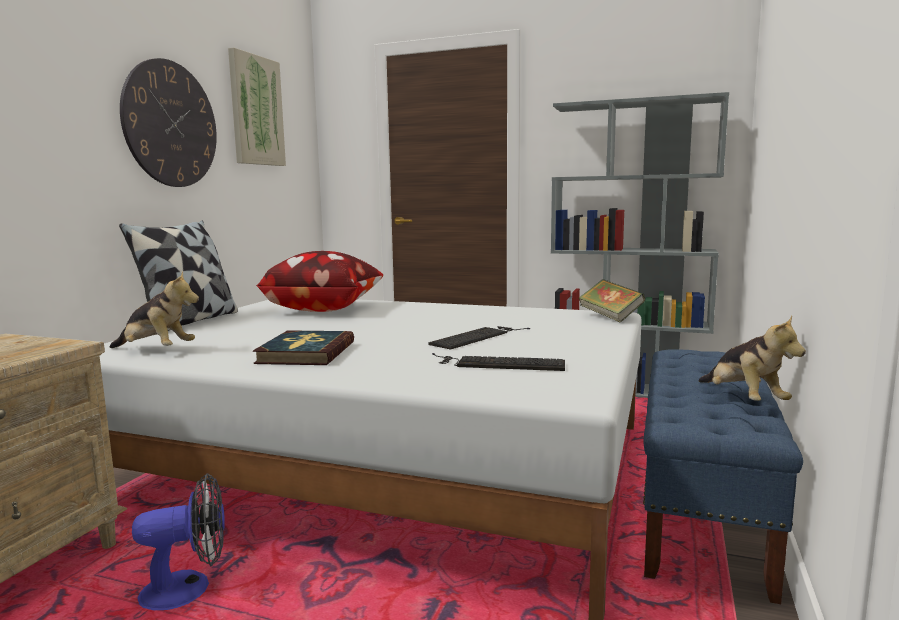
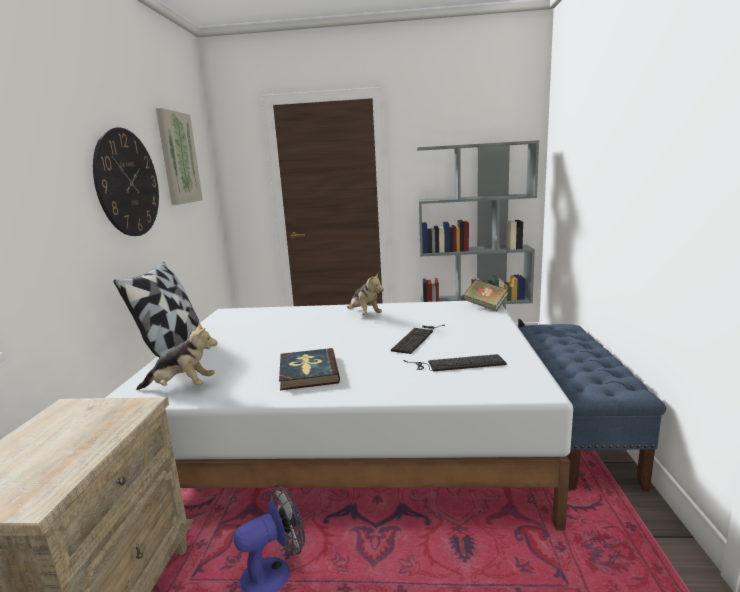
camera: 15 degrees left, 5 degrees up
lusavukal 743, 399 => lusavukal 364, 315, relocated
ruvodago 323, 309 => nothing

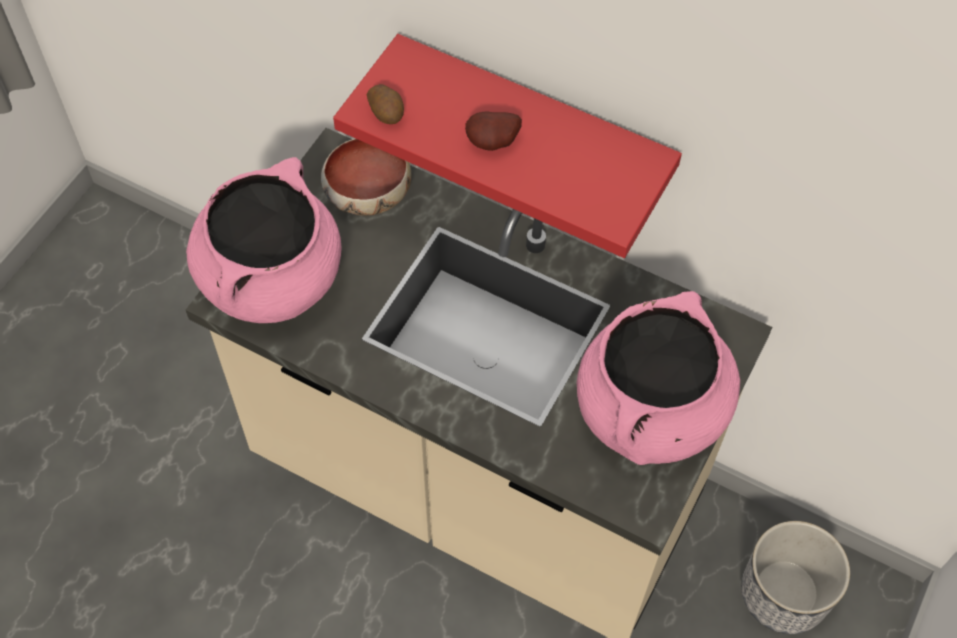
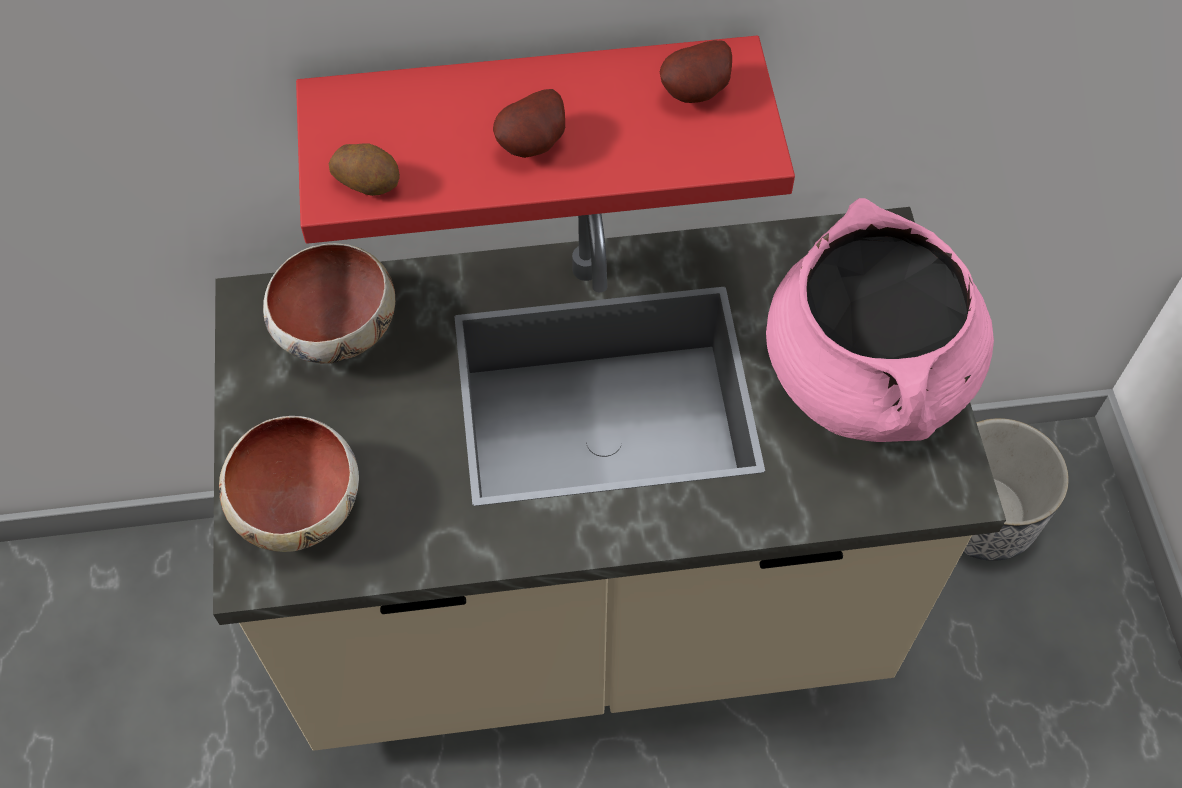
camera: 35 degrees left, 0 degrees up
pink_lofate 271, 277 => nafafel 296, 502
nothing => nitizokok 698, 93

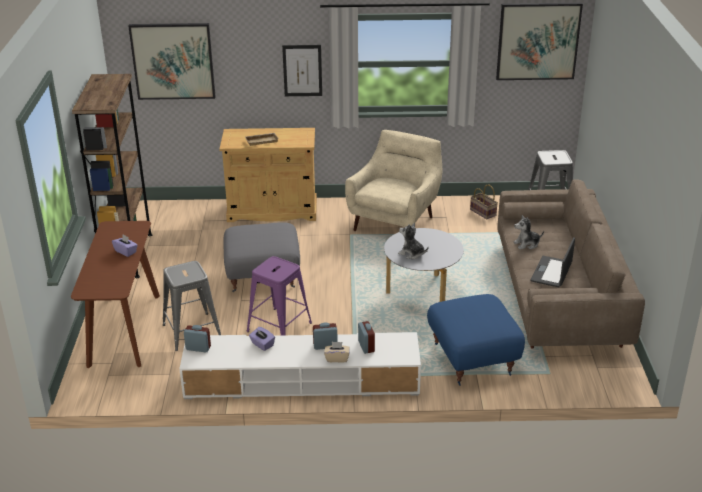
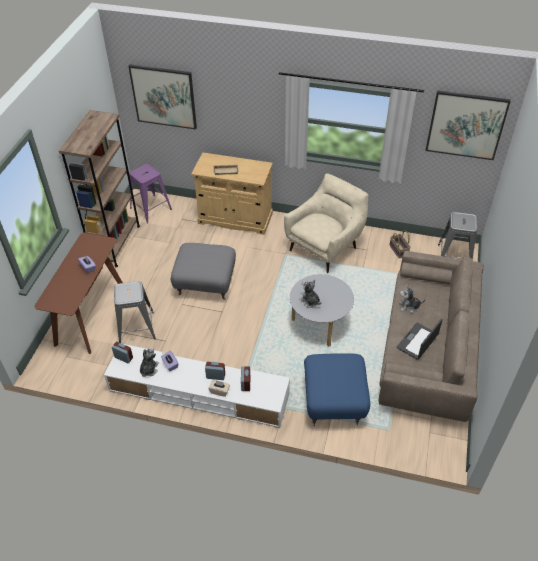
camera: 15 degrees right, 15 degrees up
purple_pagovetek 279, 327 => purple_pagovetek 151, 209, relocated
nothing => lusavukal 149, 369
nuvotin 302, 70 => nothing

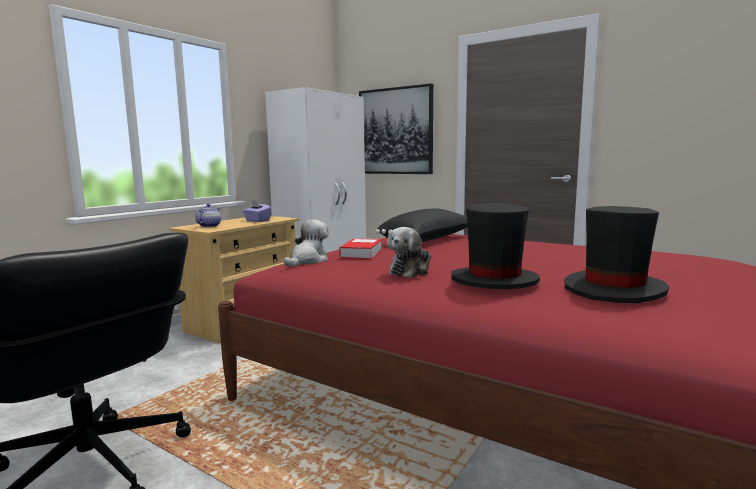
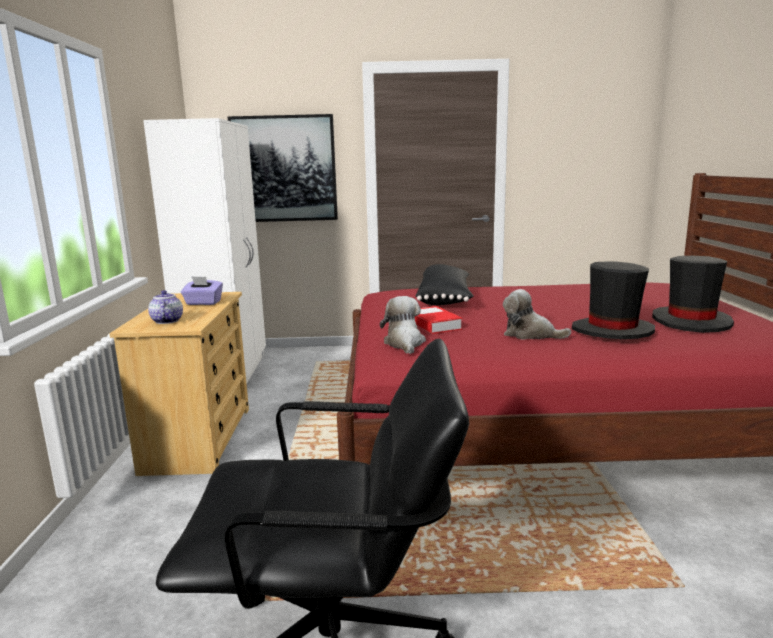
camera: 35 degrees left, 5 degrees up
lusavukal 411, 271 => lusavukal 530, 334, 120 degrees clockwise

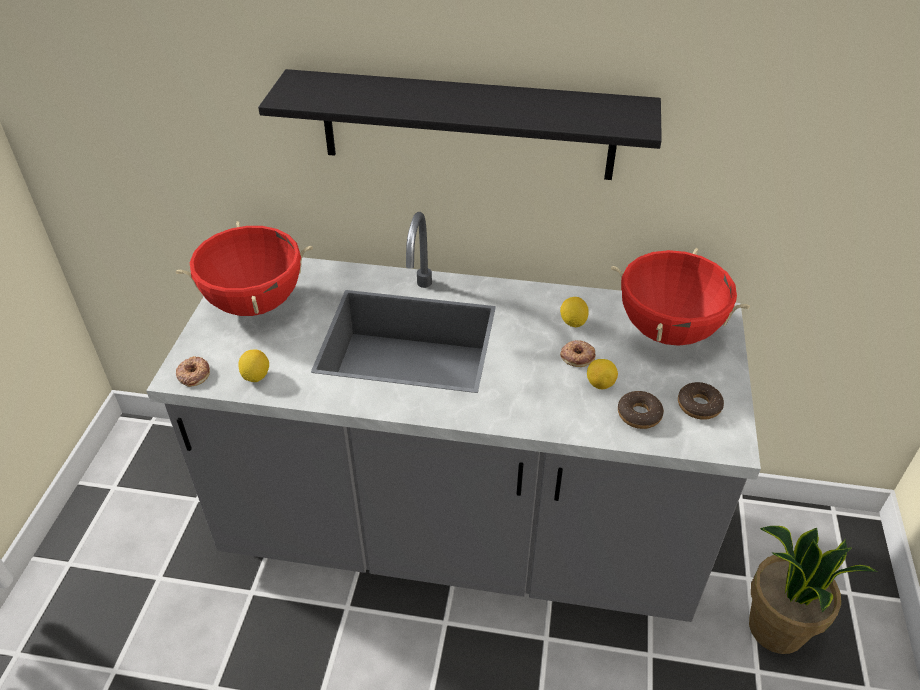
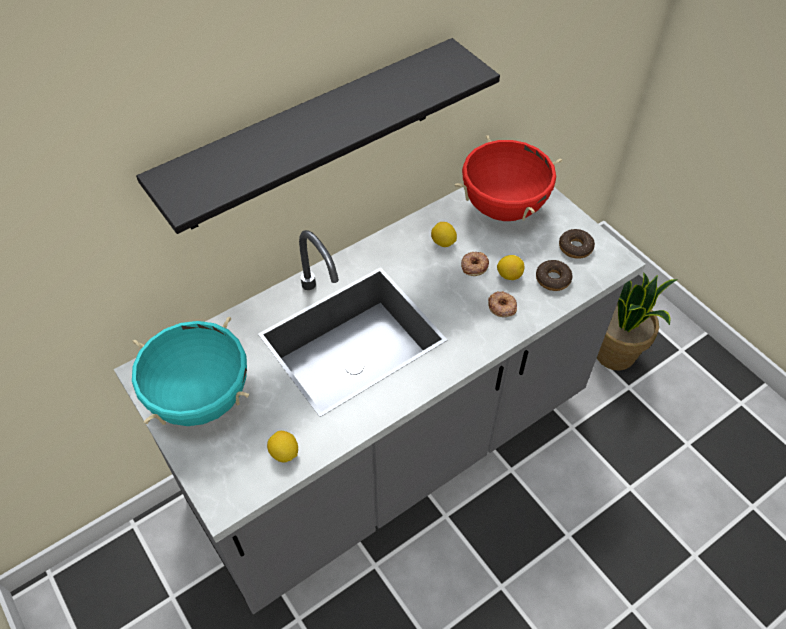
camera: 45 degrees left, 10 degrees up
red_lofate 255, 303 => turquoise_lofate 201, 398
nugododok 193, 374 => nugododok 502, 307, relocated

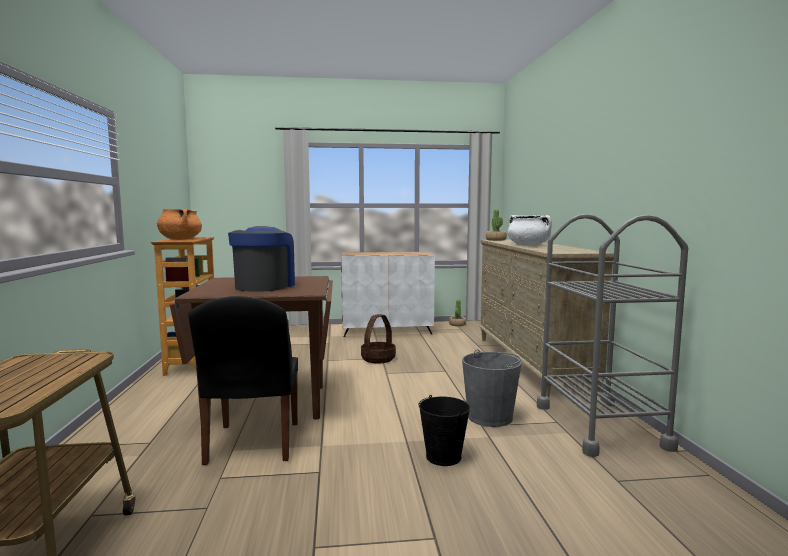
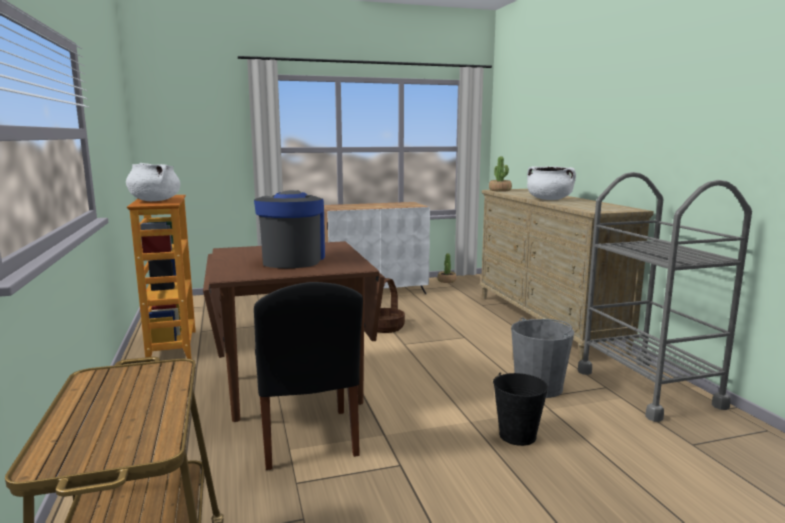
camera: 10 degrees left, 5 degrees up
orange_lofate 180, 239 => white_lofate 155, 201

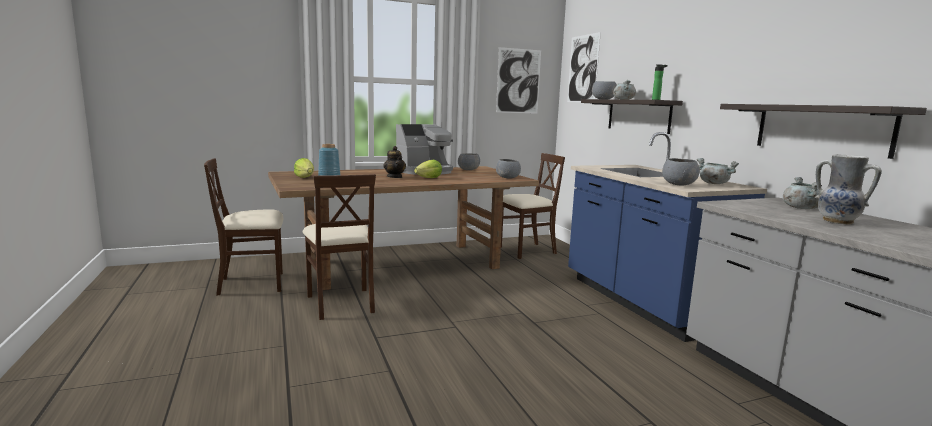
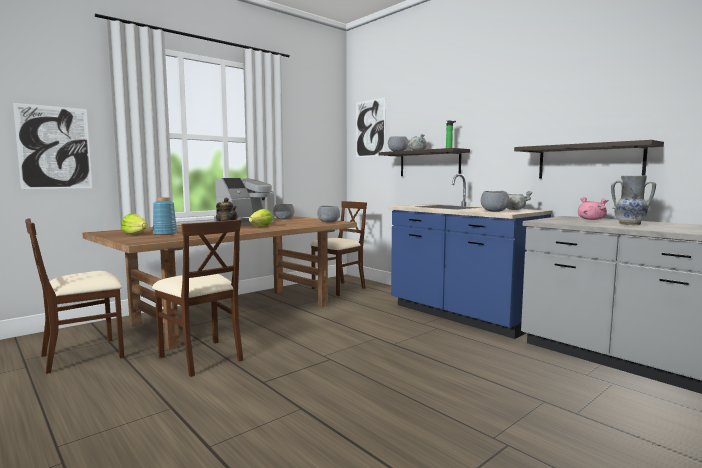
camera: 20 degrees left, 5 degrees down
nuvotin 518, 81 => nuvotin 54, 147, relocated
grey_lofate 800, 208 => pink_lofate 591, 219

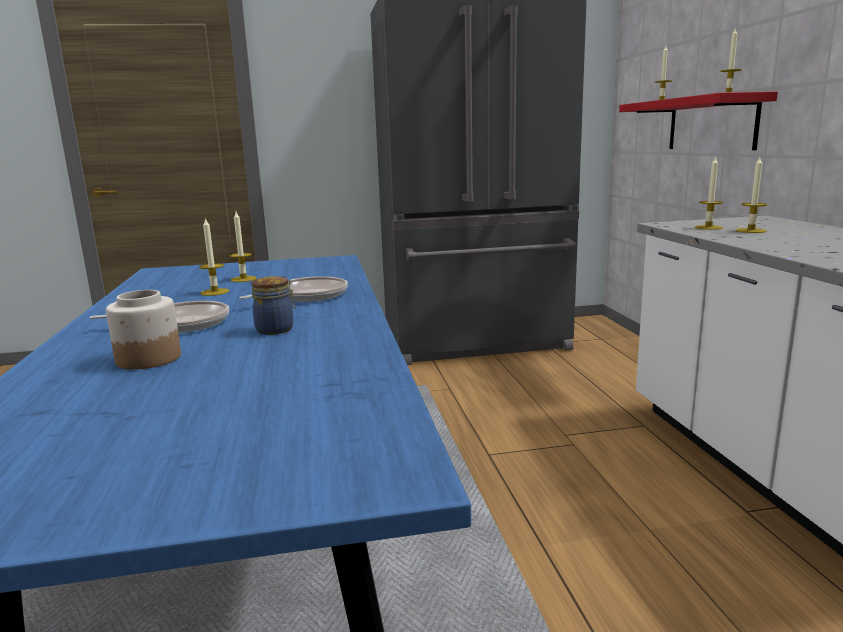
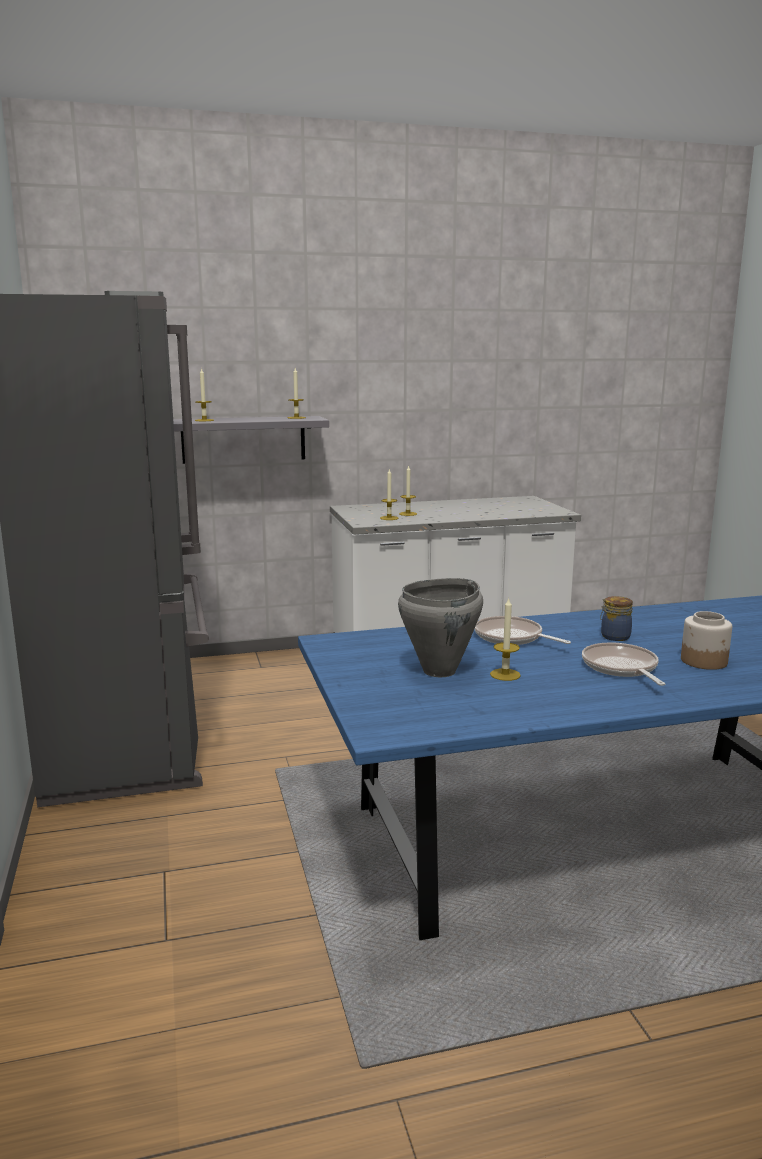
camera: 95 degrees left, 0 degrees up
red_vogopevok 711, 124 => grey_vogopevok 244, 439
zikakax 243, 279 => grey_lofate 440, 671

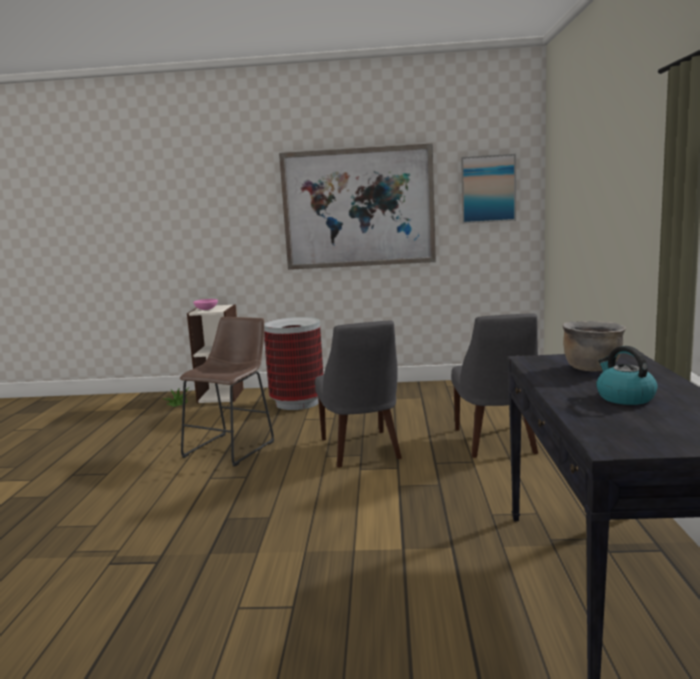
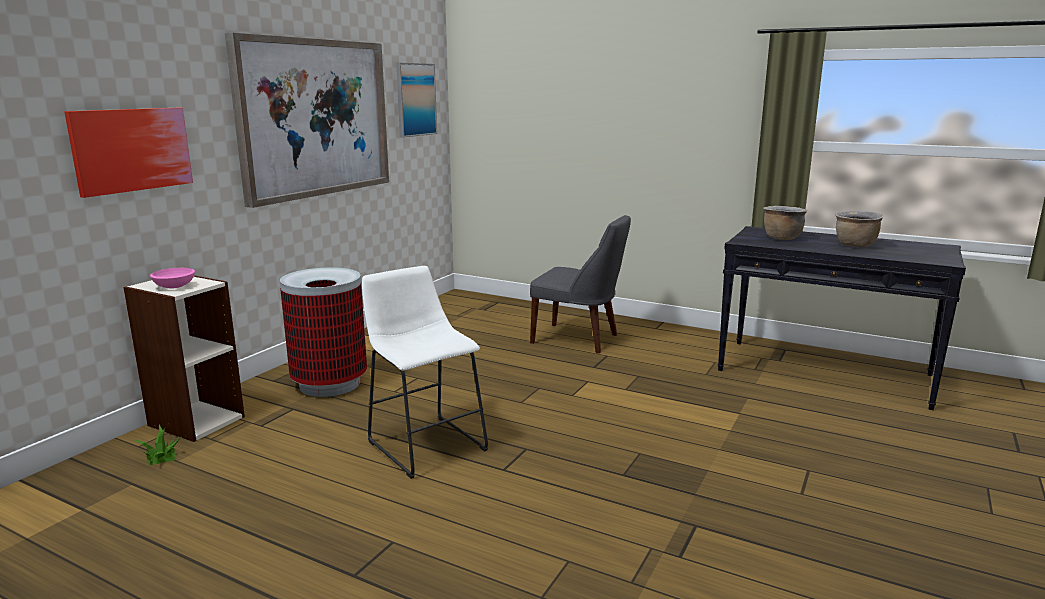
camera: 65 degrees left, 5 degrees up
nothing => nuvotin 132, 149
brown_pagovetek 233, 447 => white_pagovetek 424, 443
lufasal 624, 397 => brown_lofate 855, 245
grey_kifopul 361, 450 => nothing

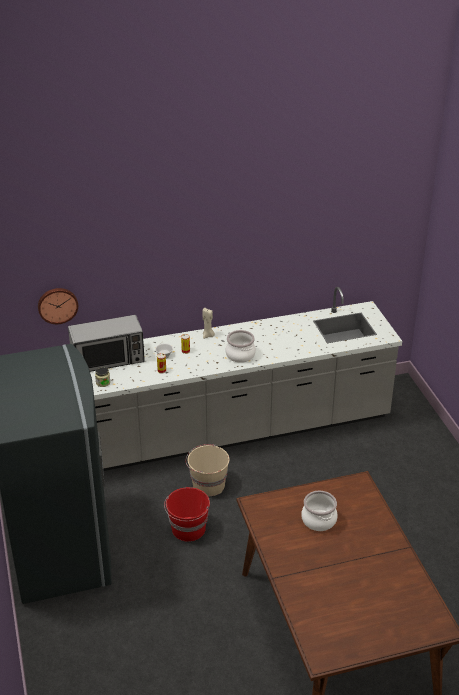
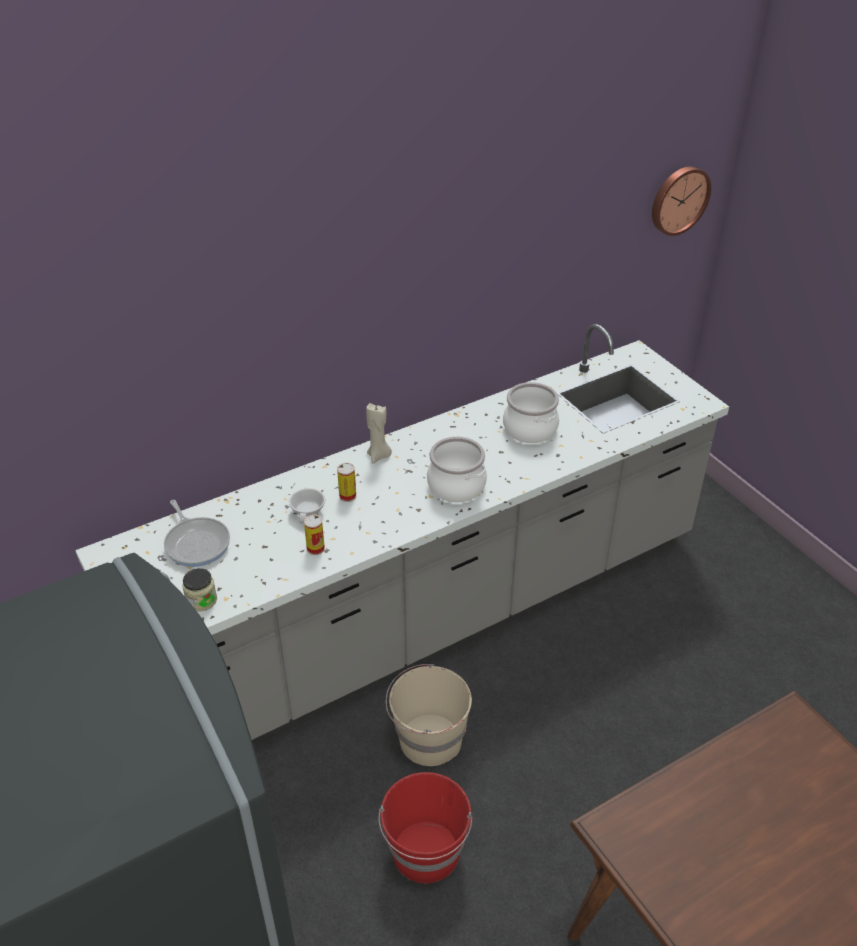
camera: 15 degrees left, 5 degrees up
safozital 108, 359 => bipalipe 197, 543
lofate 318, 520 => lofate 529, 429, relocated
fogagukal 57, 305 => fogagukal 678, 199, relocated

